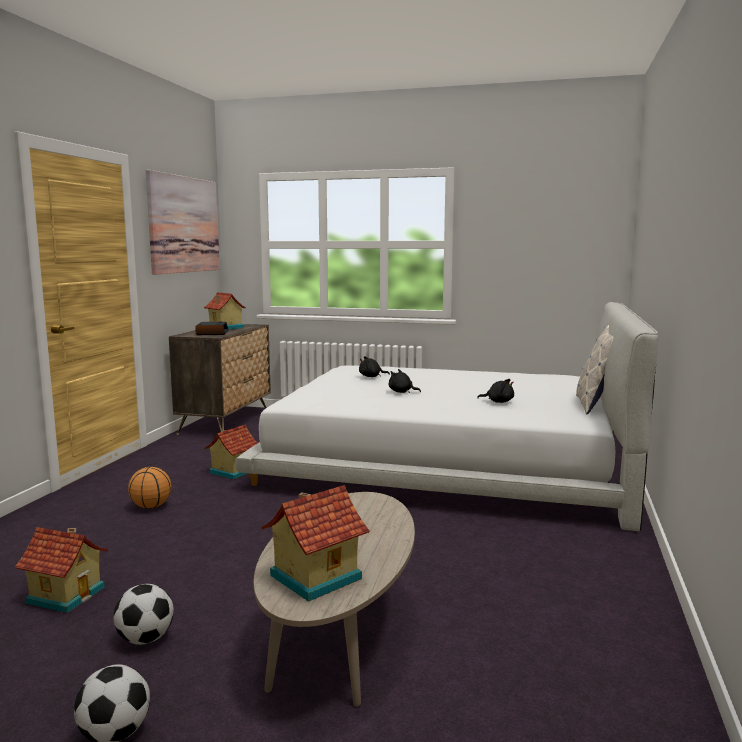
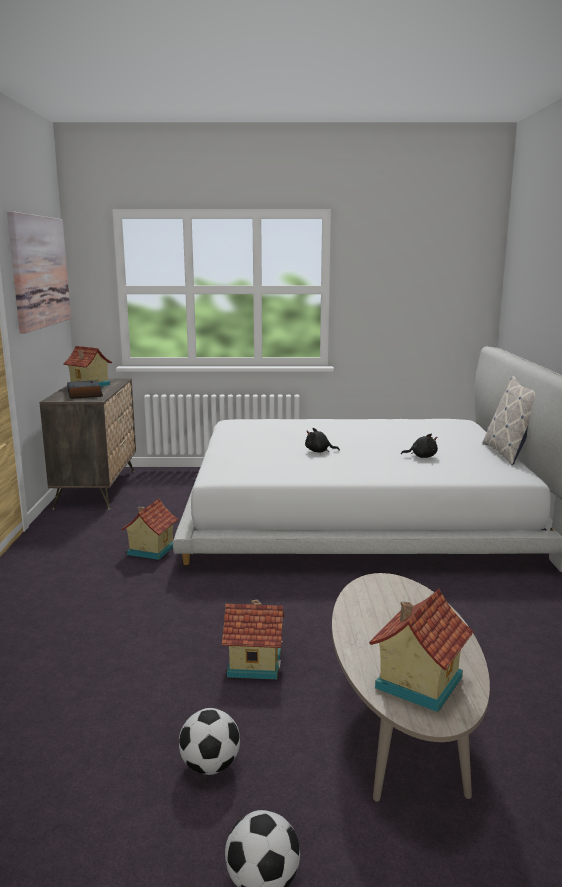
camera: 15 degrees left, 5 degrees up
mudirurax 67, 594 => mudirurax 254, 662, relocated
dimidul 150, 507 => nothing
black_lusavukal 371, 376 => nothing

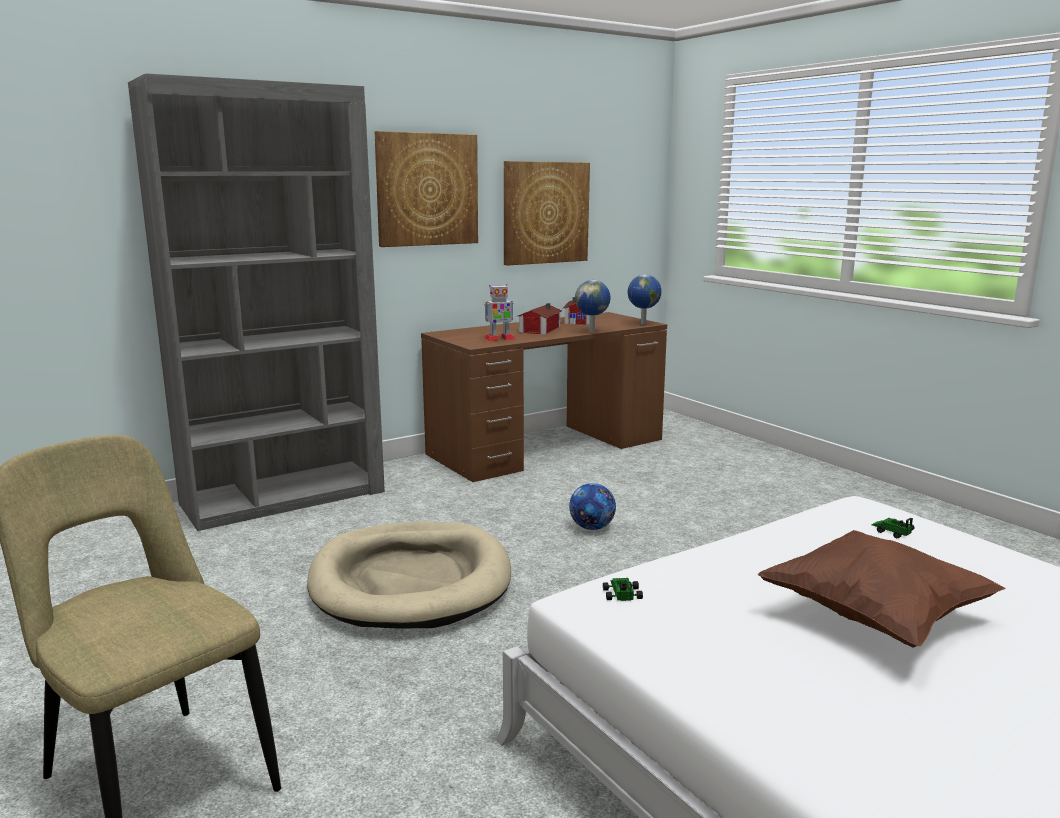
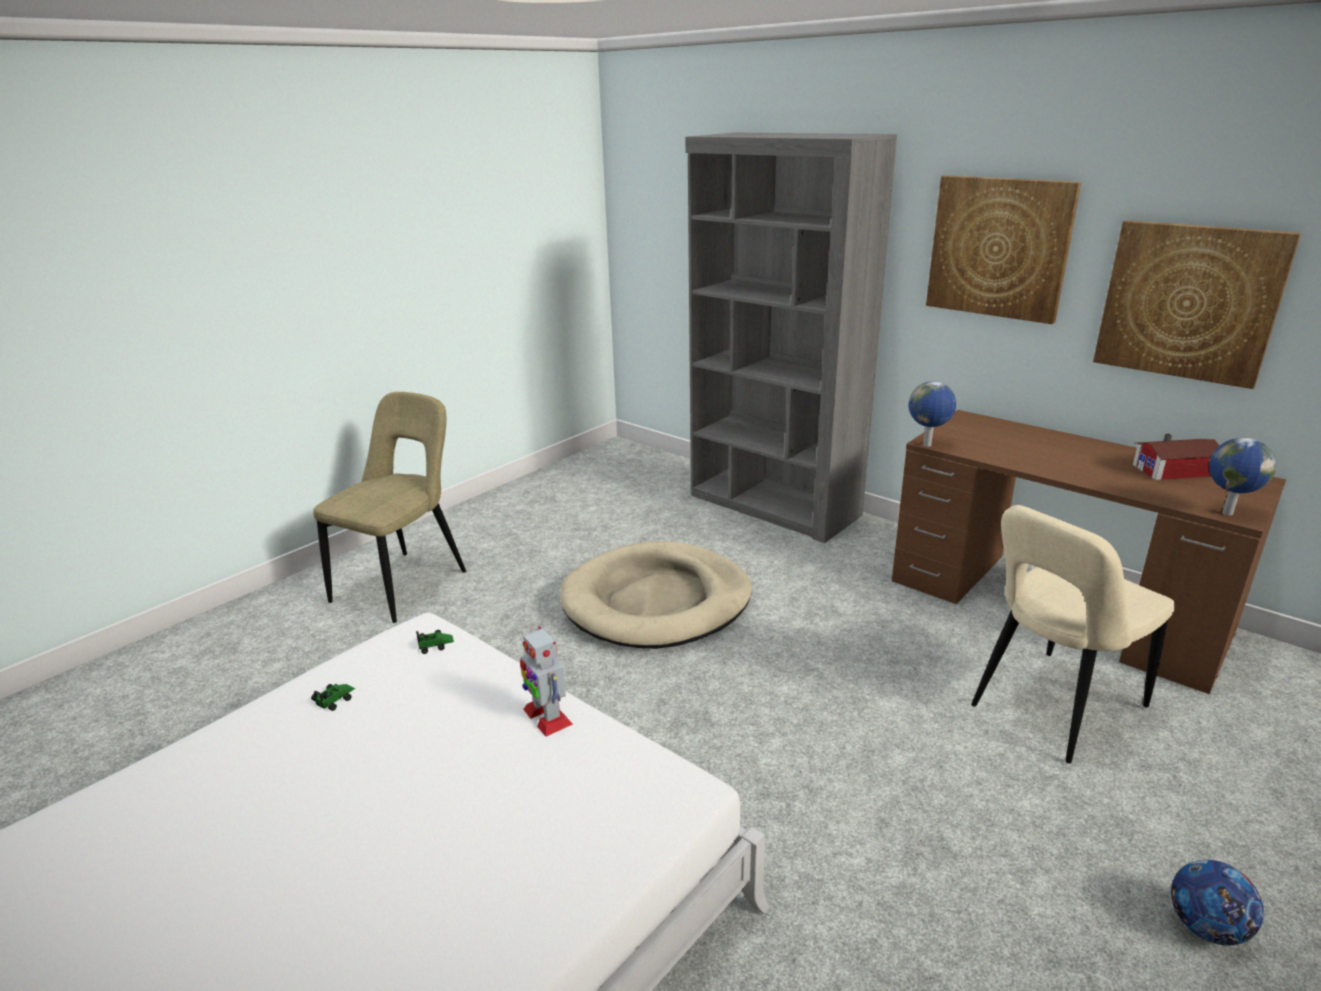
camera: 75 degrees right, 10 degrees up
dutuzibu 890, 530 => dutuzibu 335, 697, relocated
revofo 499, 339 => revofo 547, 716, relocated
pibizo 592, 331 => pibizo 927, 445, relocated
nothing => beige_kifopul 1052, 709
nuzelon 592, 527 => nuzelon 1206, 927, relocated
mudirurax 538, 329 => nothing
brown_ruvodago 875, 617 => nothing

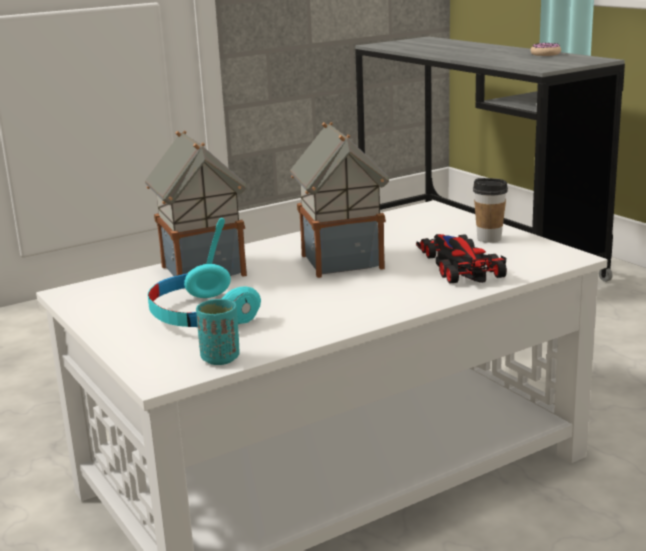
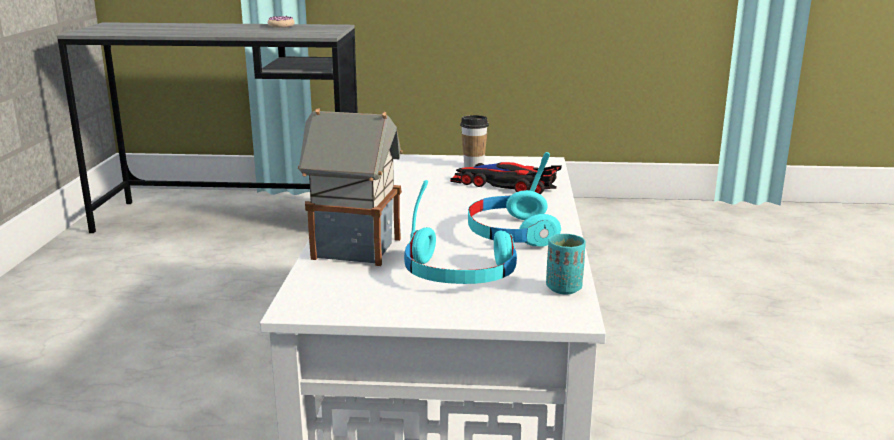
camera: 55 degrees left, 0 degrees up
nothing => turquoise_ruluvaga 511, 233
mudirurax 341, 261 => nothing

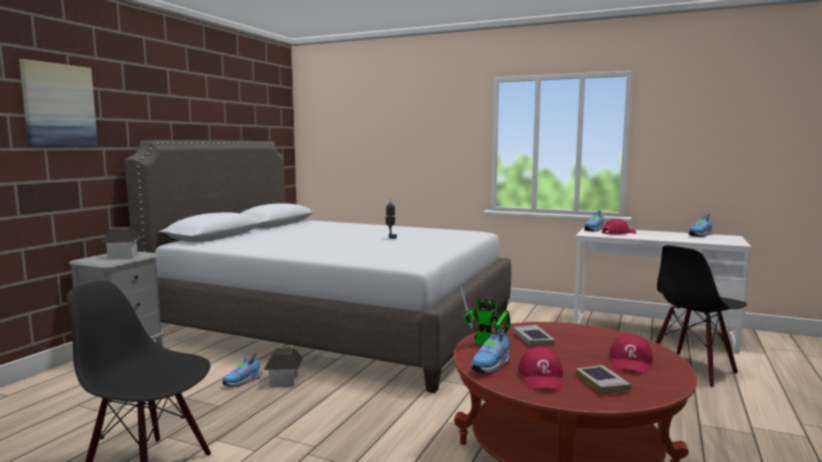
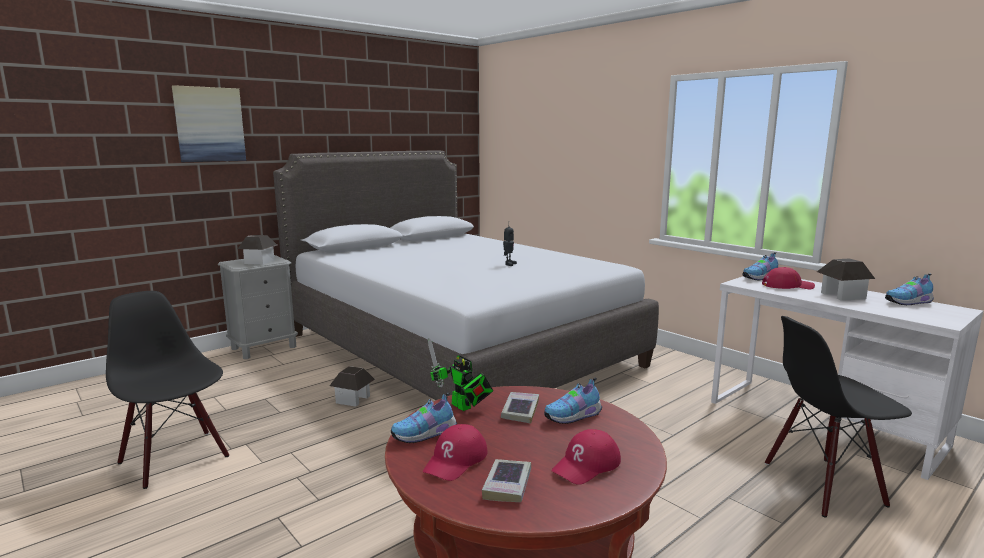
camera: 25 degrees right, 5 degrees up
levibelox 243, 381 => levibelox 574, 417, relocated
nothing => mudirurax 842, 296

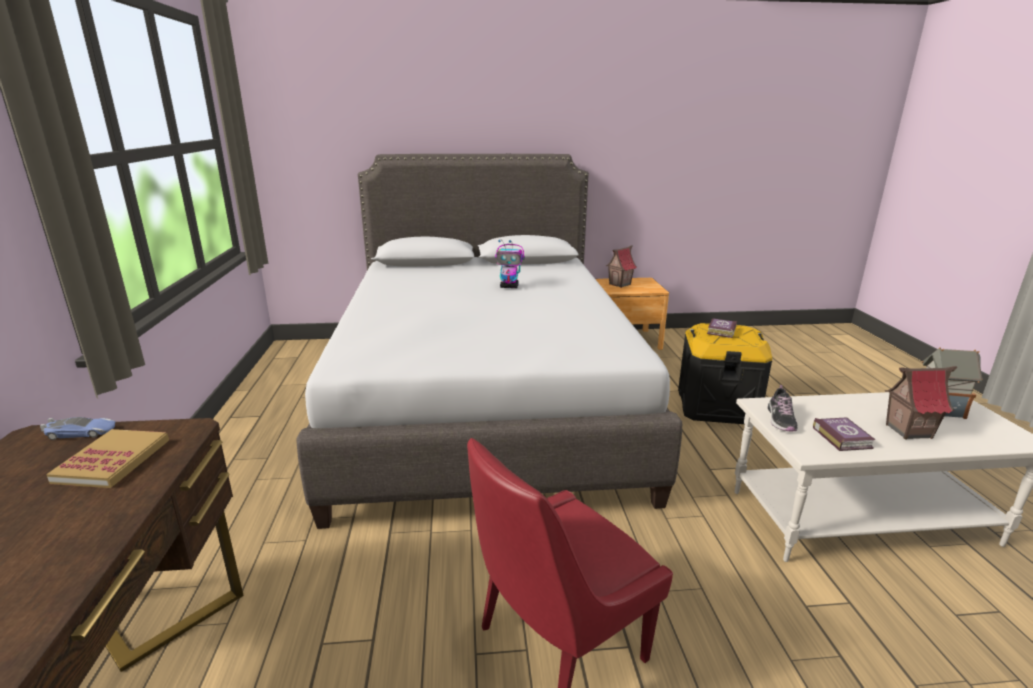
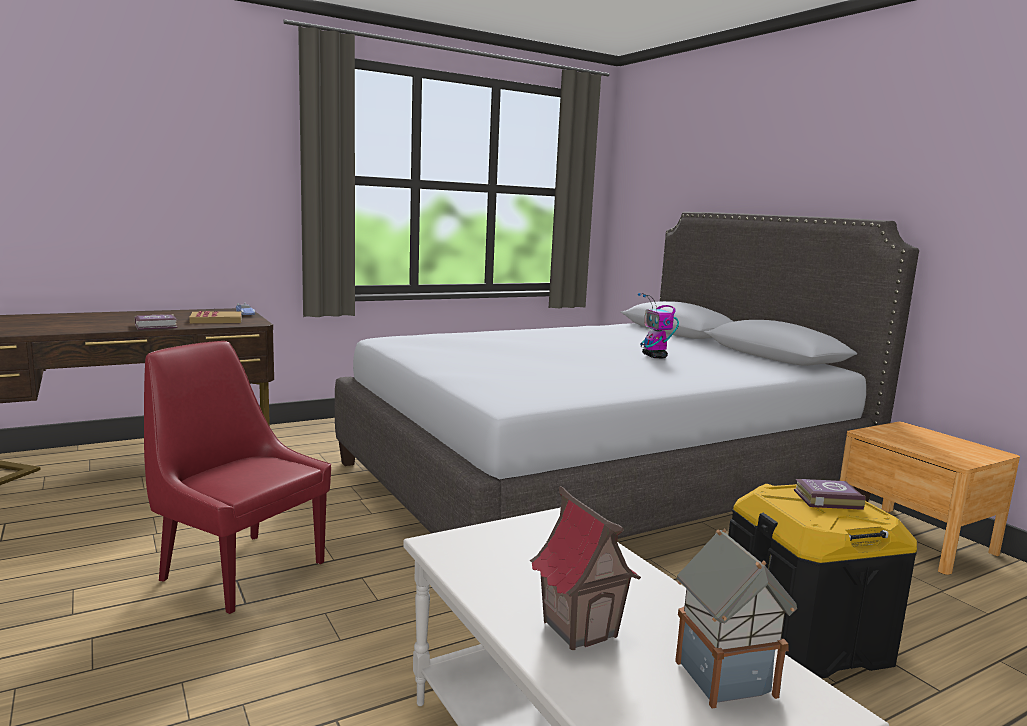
camera: 65 degrees right, 10 degrees down
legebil 842, 437 => legebil 157, 326, relocated
mudirurax 620, 284 => nothing
levibelox 781, 419 => nothing

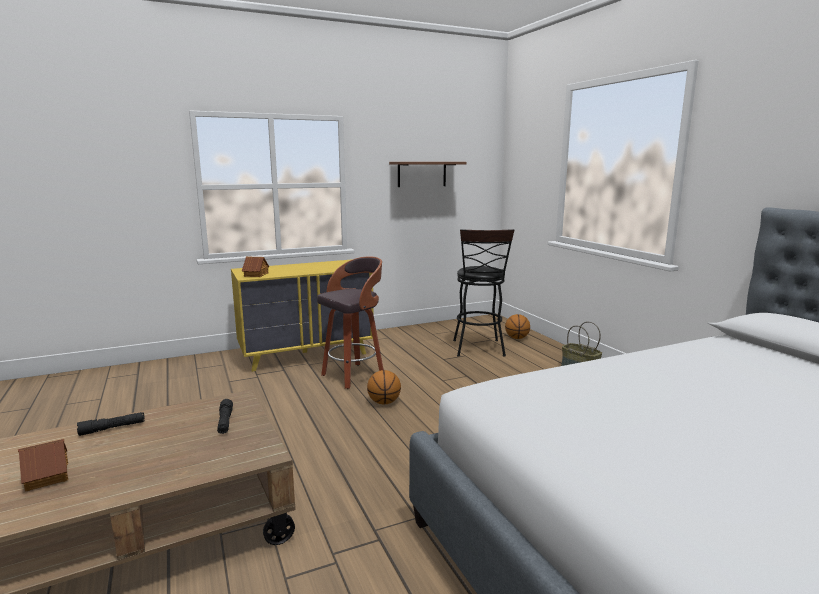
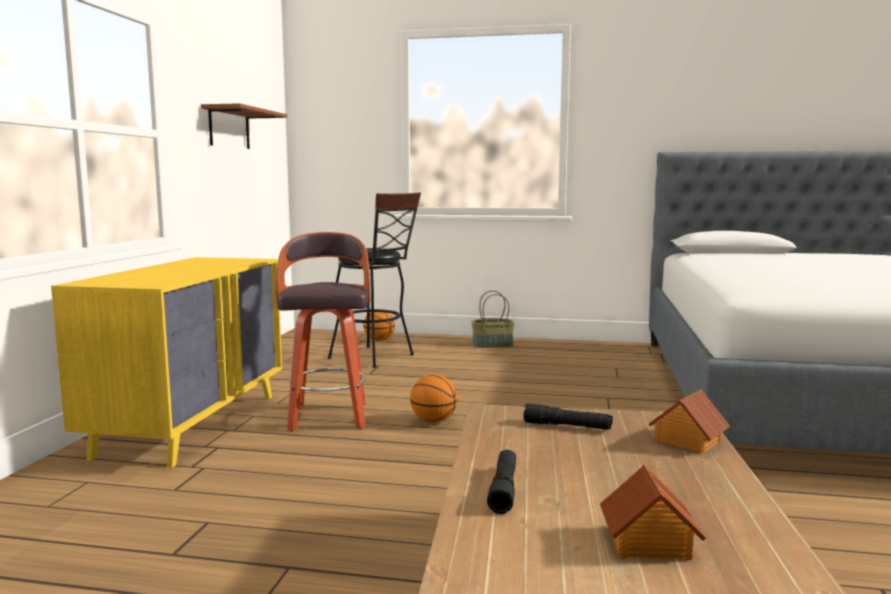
camera: 55 degrees left, 5 degrees down
mudirurax 256, 274 => mudirurax 687, 441, relocated

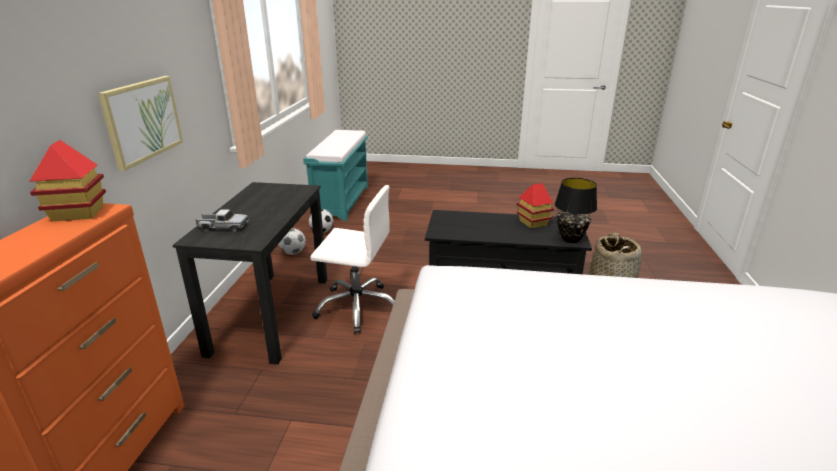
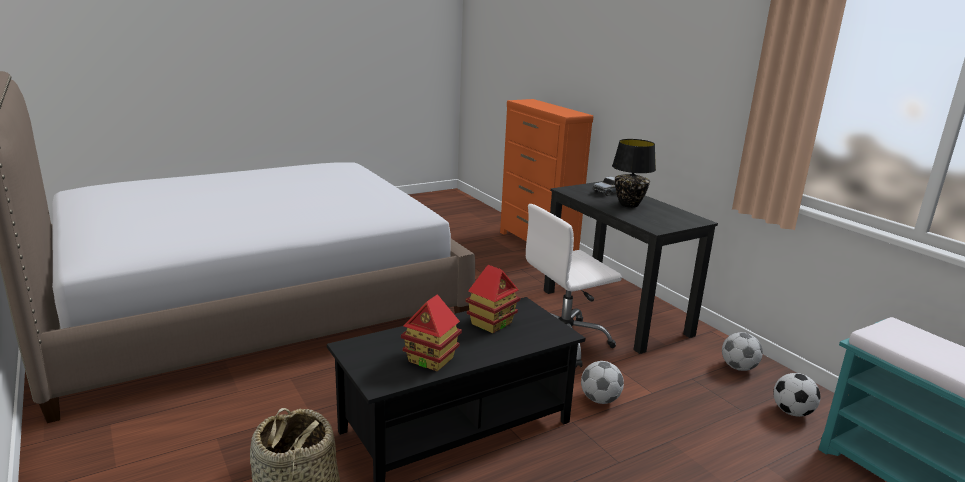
camera: 140 degrees right, 5 degrees down
mudirurax 78, 213 => mudirurax 491, 323, relocated
nothing => nuzelon 599, 400
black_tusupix 570, 239 => black_tusupix 629, 205, relocated
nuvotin 142, 120 => nothing

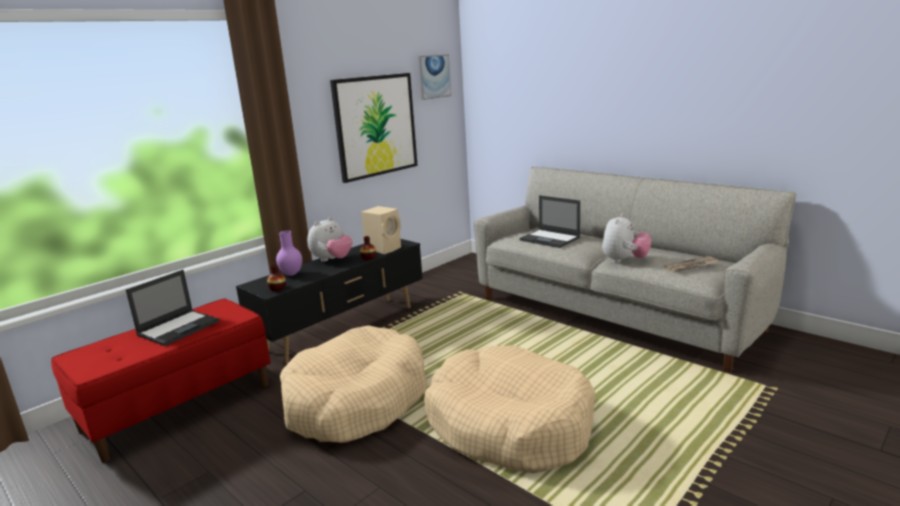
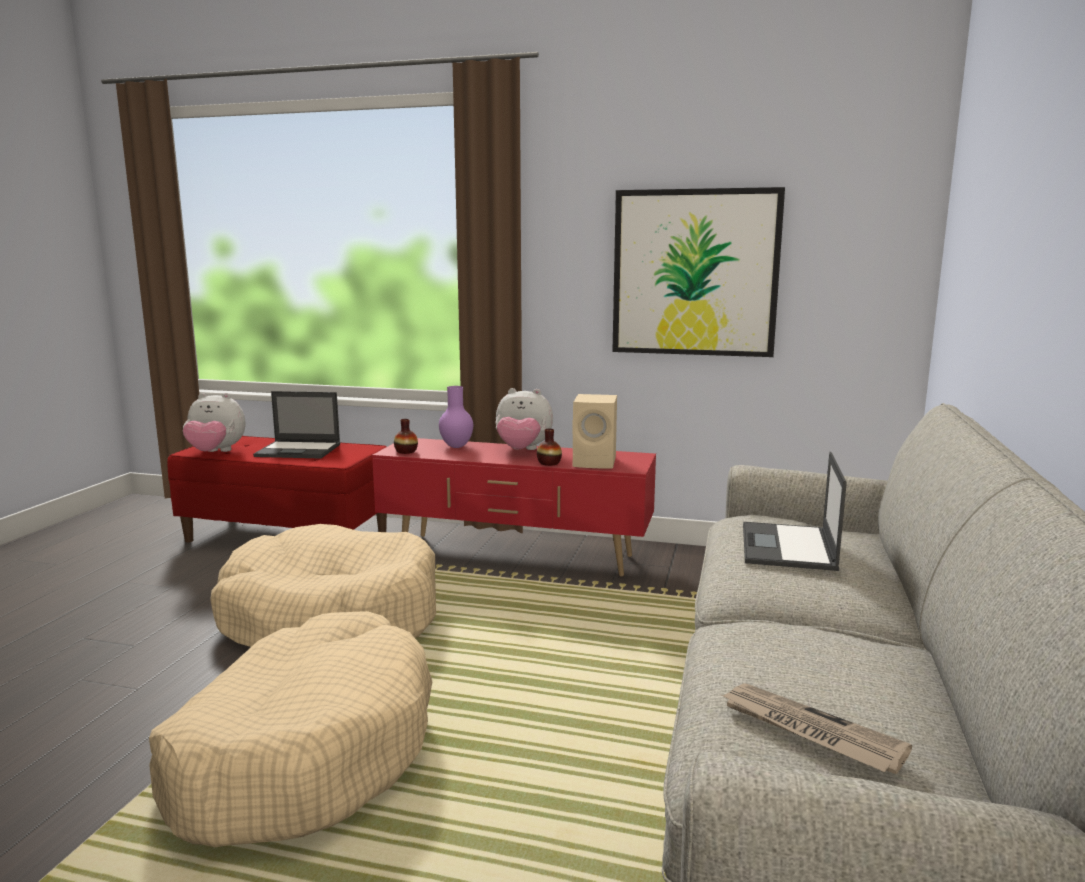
camera: 60 degrees right, 5 degrees down
lusavukal 624, 261 => lusavukal 216, 452, relocated
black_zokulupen 344, 329 => red_zokulupen 516, 555
nuvotin 433, 76 => nothing

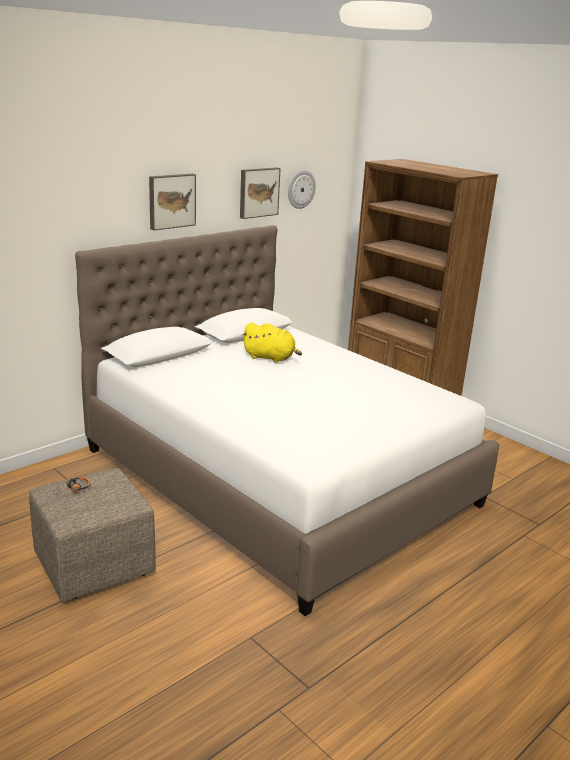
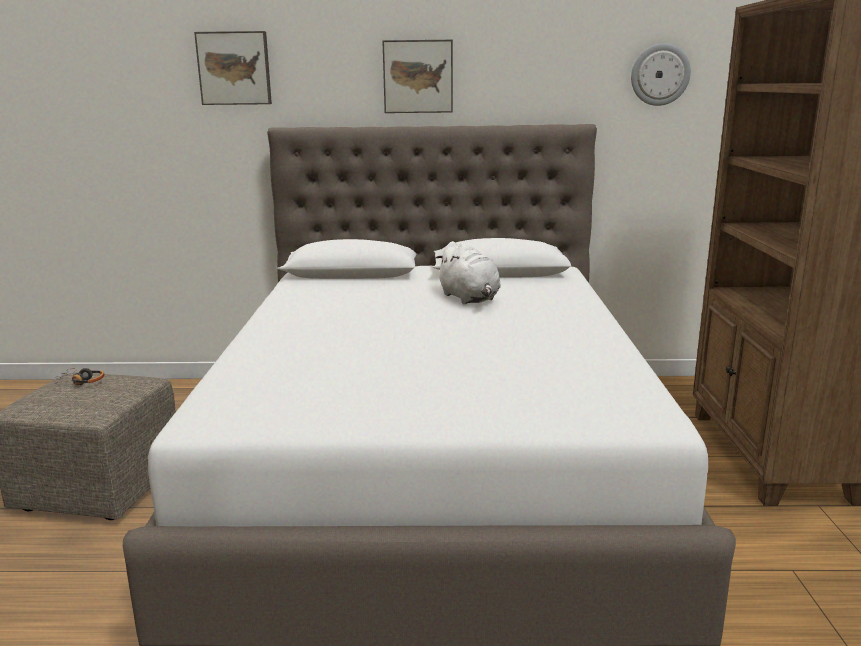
camera: 45 degrees right, 5 degrees down
nuvotin 258, 192 => nuvotin 234, 68, relocated
yellow_lusavukal 271, 358 => white_lusavukal 469, 299

